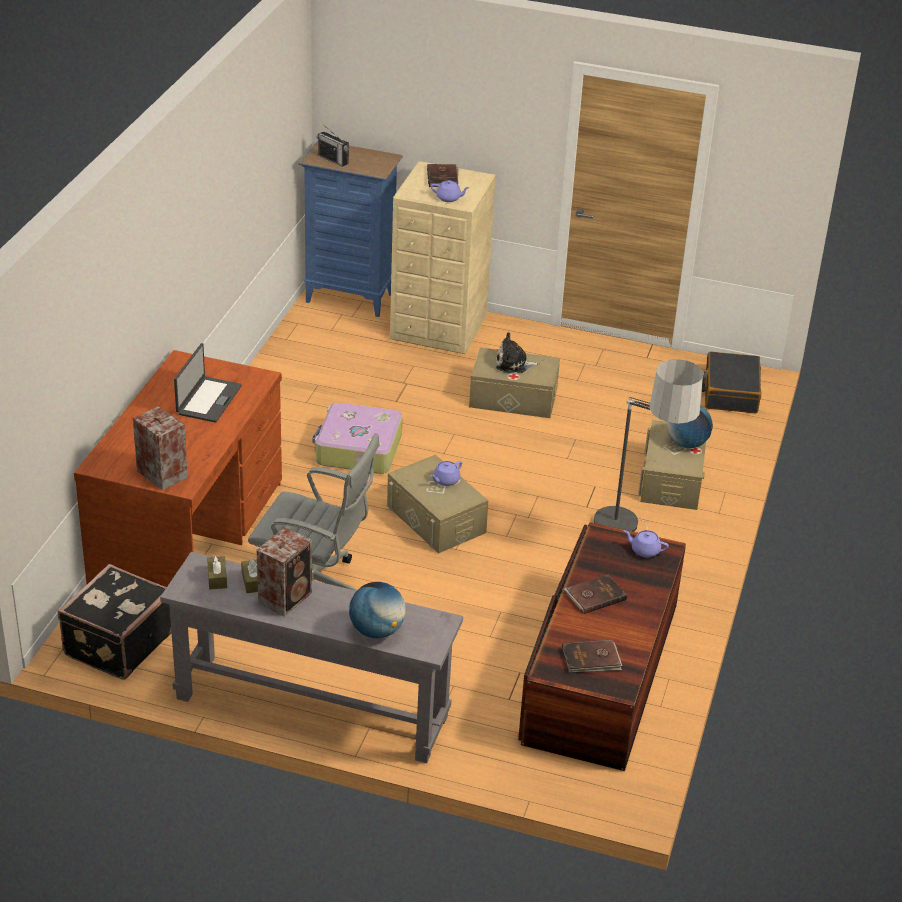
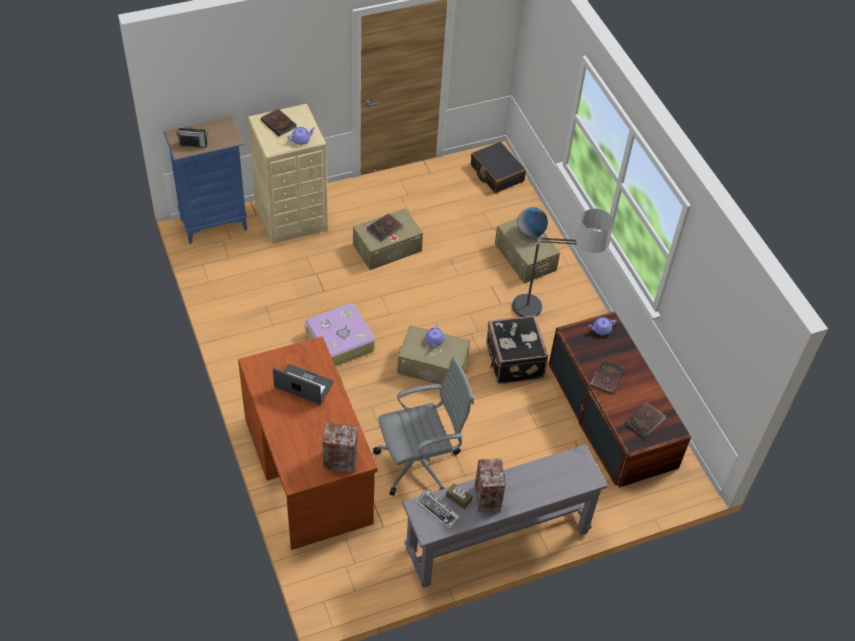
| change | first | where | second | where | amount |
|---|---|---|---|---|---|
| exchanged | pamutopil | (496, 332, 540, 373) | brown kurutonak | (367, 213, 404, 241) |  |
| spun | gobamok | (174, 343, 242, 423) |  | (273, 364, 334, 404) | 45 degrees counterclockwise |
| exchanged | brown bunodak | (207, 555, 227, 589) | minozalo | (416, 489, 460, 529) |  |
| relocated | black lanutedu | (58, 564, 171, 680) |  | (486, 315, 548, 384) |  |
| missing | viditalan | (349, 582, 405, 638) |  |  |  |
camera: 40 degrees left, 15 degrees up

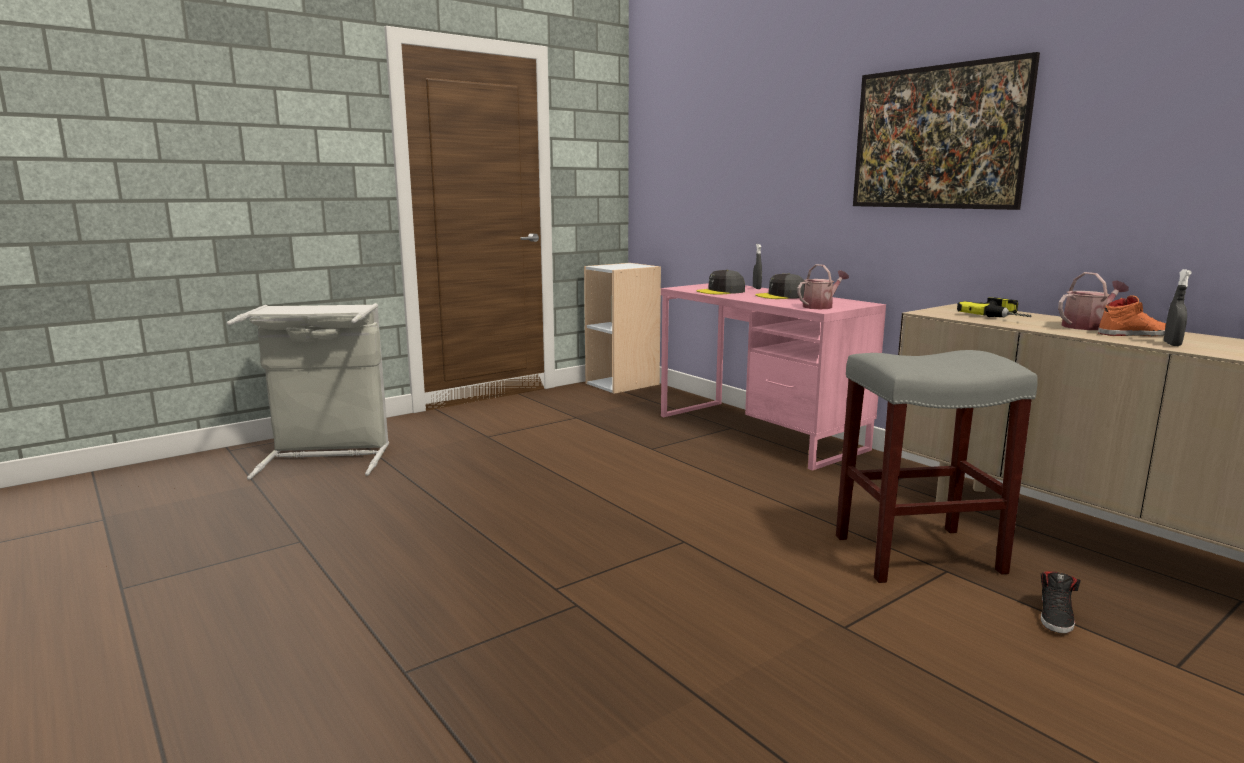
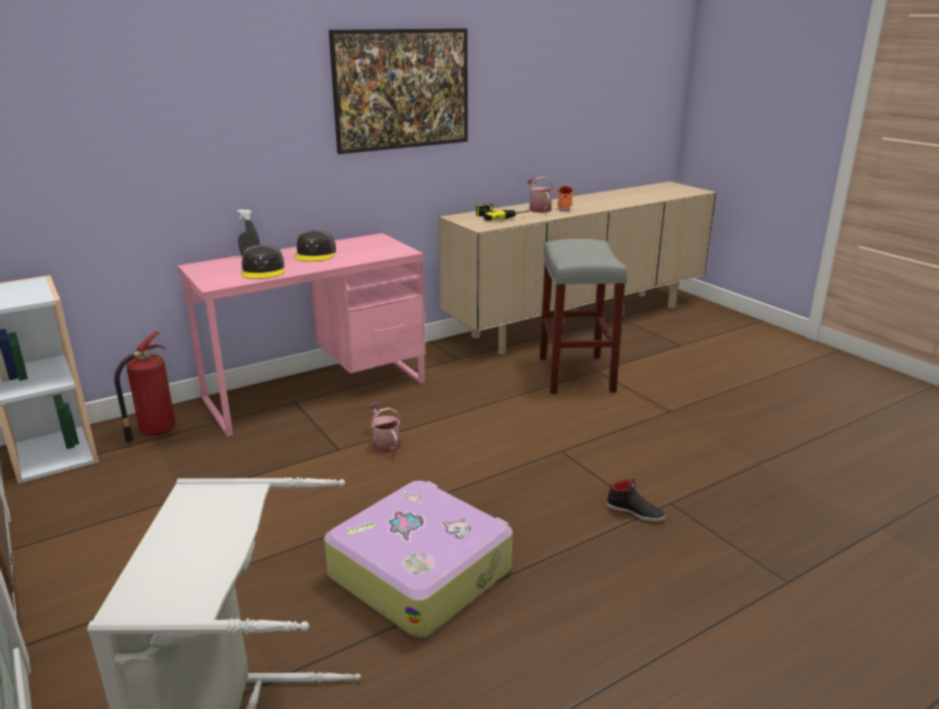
| change | first | where | second | where | amount |
|---|---|---|---|---|---|
| relocated | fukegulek | (797, 264, 849, 309) |  | (367, 402, 401, 453) |  |
| missing | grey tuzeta | (1164, 269, 1192, 346) |  |  |  |
| relocated | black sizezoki | (1041, 571, 1081, 634) |  | (607, 479, 665, 522) |  |
| appeared |  |  | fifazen | (114, 331, 175, 443) |  |
| appeared |  |  | lanutedu | (324, 481, 513, 638) |  |
camera: 85 degrees left, 10 degrees up

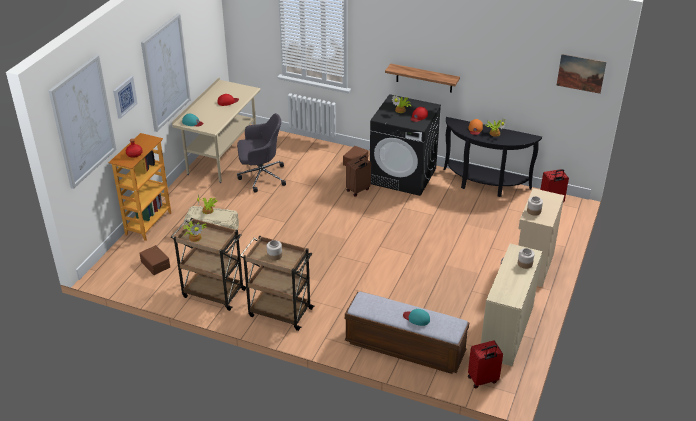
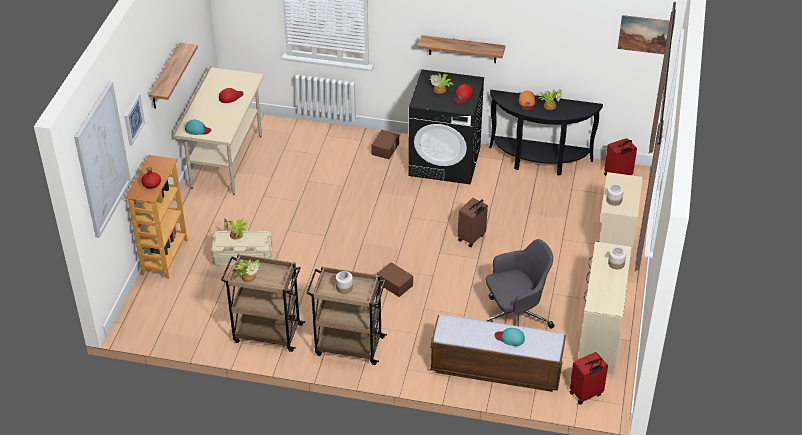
| change | first | where | second | where | amount |
|---|---|---|---|---|---|
| exchanged | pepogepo | (141, 13, 191, 132) | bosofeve | (148, 43, 198, 109) |  |
| relocated | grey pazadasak | (237, 113, 286, 193) |  | (486, 239, 555, 329) |  |
| relocated | brown lanutedu | (346, 155, 371, 197) |  | (458, 198, 488, 247) |  |
| relocated | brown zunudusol | (140, 245, 170, 275) |  | (377, 262, 413, 297) |  |
camera: 10 degrees left, 5 degrees up

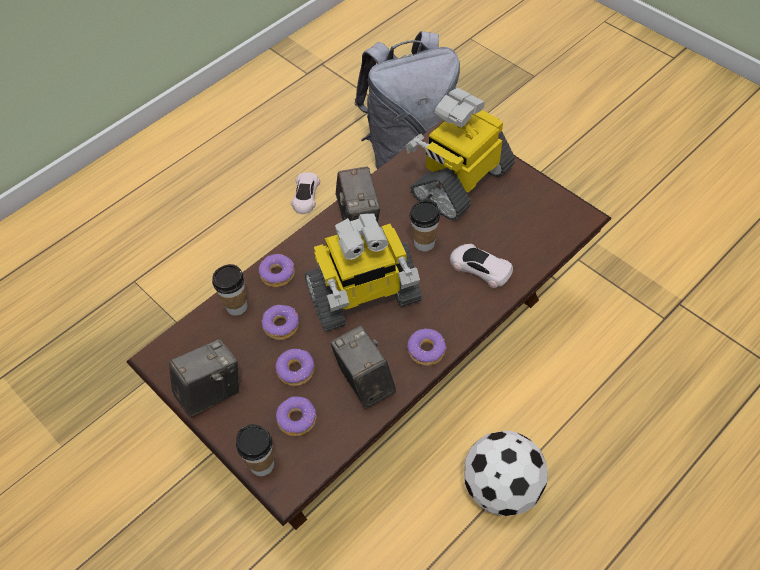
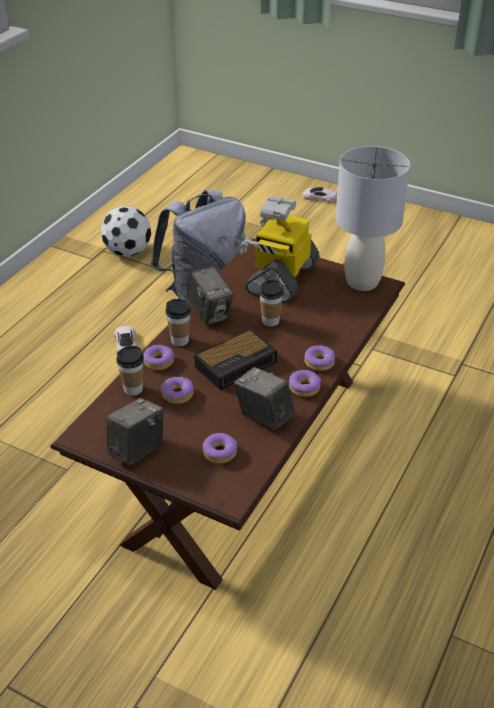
| change | first | where | second | where | amount |
|---|---|---|---|---|---|
| exchanged | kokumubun | (304, 213, 422, 331) | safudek | (194, 329, 277, 390) |  |
| relocated | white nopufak | (450, 244, 513, 288) |  | (302, 187, 337, 203) |  |
| relocated | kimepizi | (275, 349, 315, 386) |  | (304, 345, 335, 371) |  |
| relocated | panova | (236, 424, 274, 476) |  | (165, 299, 191, 346) |  |
| relocated | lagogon | (464, 431, 548, 516) |  | (100, 206, 151, 257) |  |
| appeared |  |  | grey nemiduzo | (336, 146, 410, 291) |  |
camera: 20 degrees left, 15 degrees down

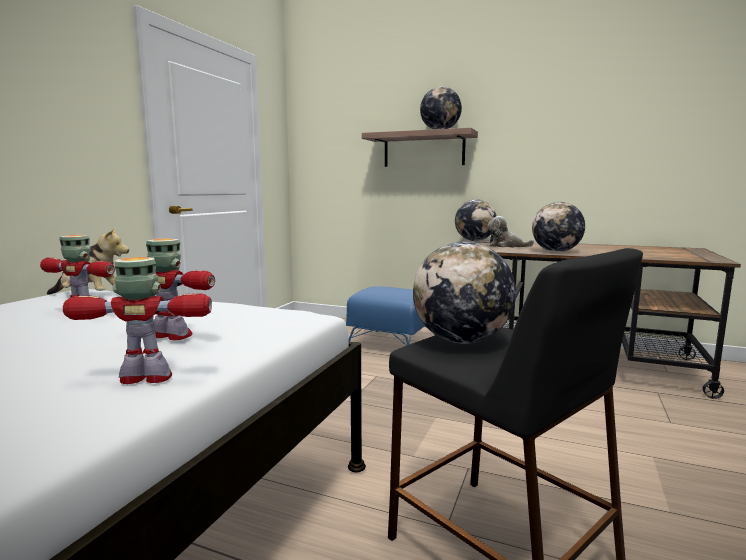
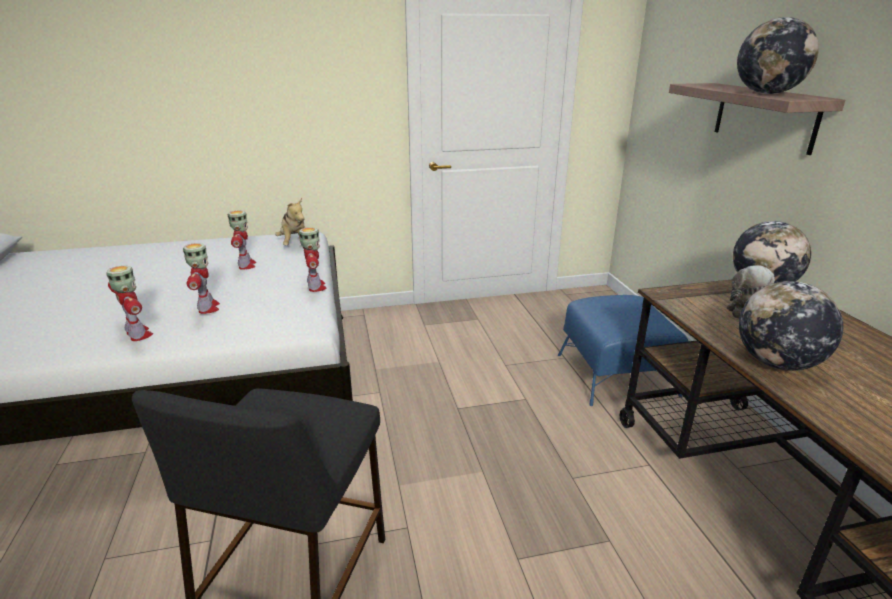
| change | first | where | second | where | amount |
|---|---|---|---|---|---|
| missing | viditalan | (413, 242, 516, 344) |  |  |  |
| appeared |  |  | kokumubun | (299, 227, 327, 292) |  |
camera: 55 degrees right, 15 degrees up

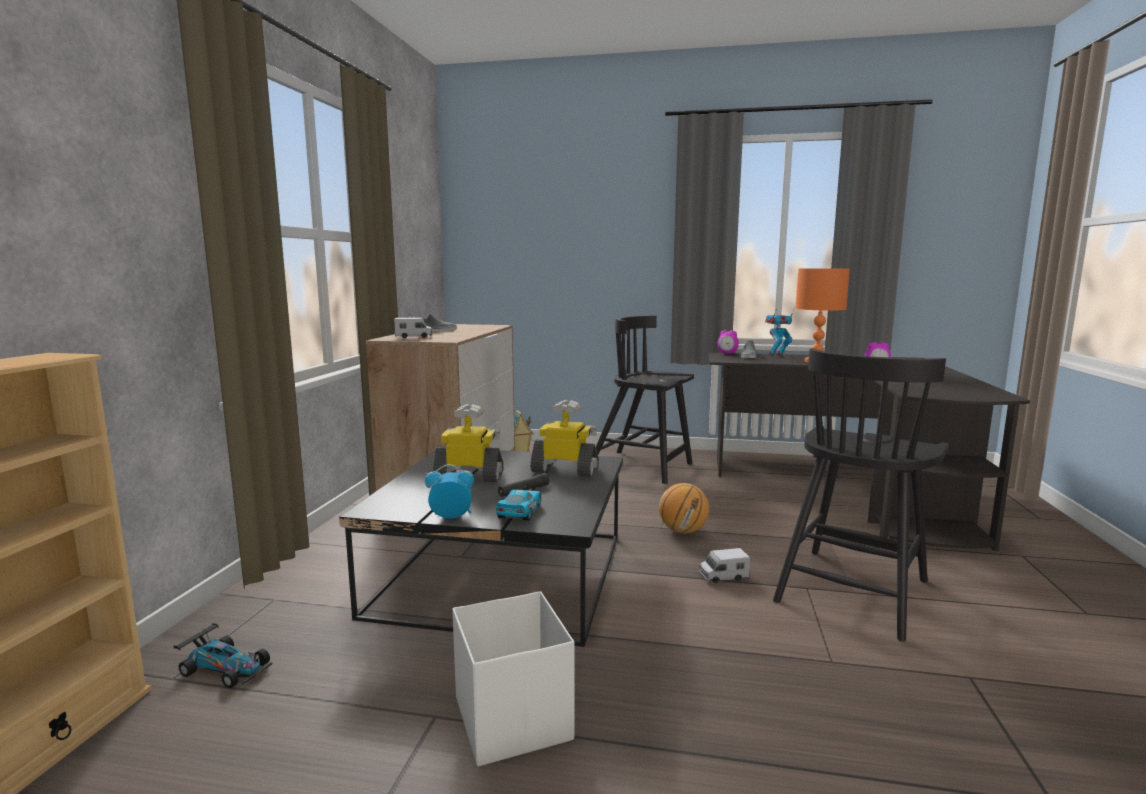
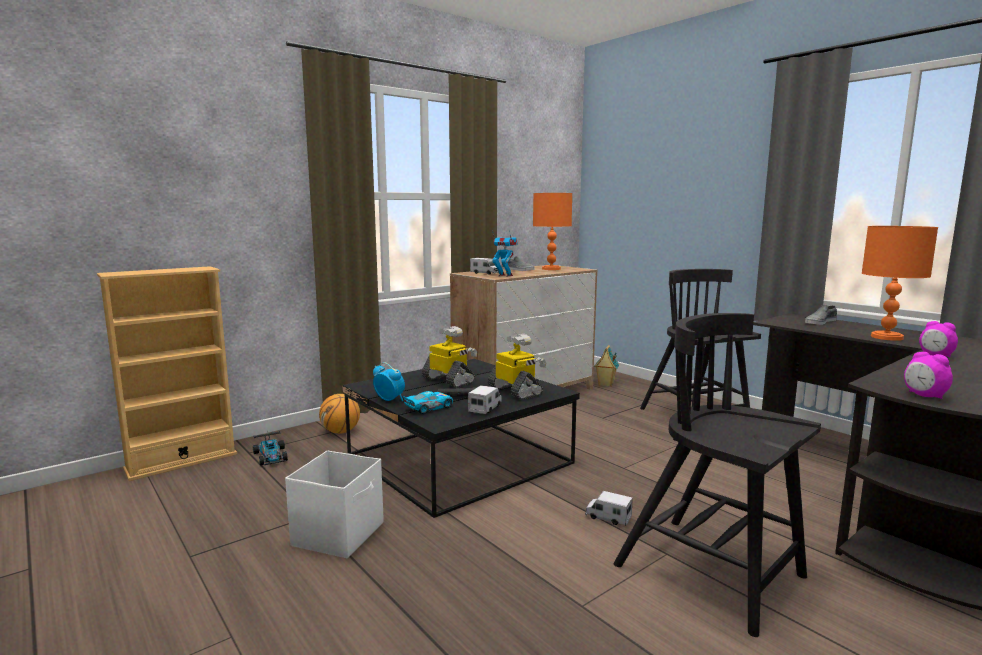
| change | first | where | second | where | amount |
|---|---|---|---|---|---|
| relocated | kokumubun | (765, 308, 794, 356) |  | (492, 230, 518, 277) |  |
| relocated | safudek | (718, 330, 739, 354) |  | (904, 352, 953, 399) |  |
| spun | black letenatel | (773, 348, 949, 642) |  | (614, 313, 821, 637) | 60 degrees clockwise |
| relocated | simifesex | (659, 483, 709, 533) |  | (319, 394, 360, 434) |  |
| appeared |  |  | orange nemiduzo | (533, 193, 572, 270) |  |
| appeared |  |  | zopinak | (468, 385, 502, 414) |  |
camera: 40 degrees right, 0 degrees up

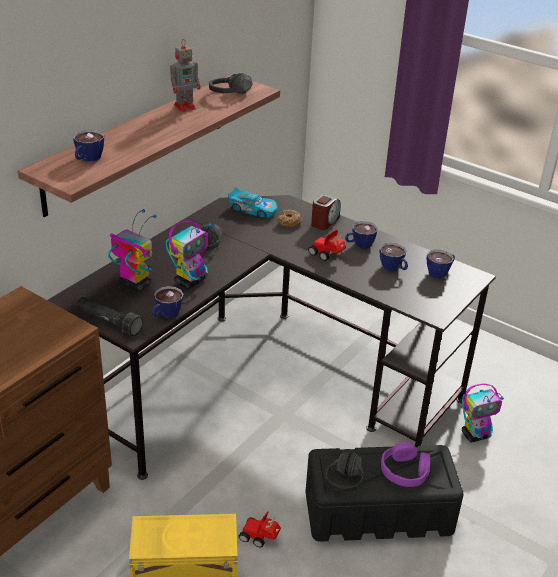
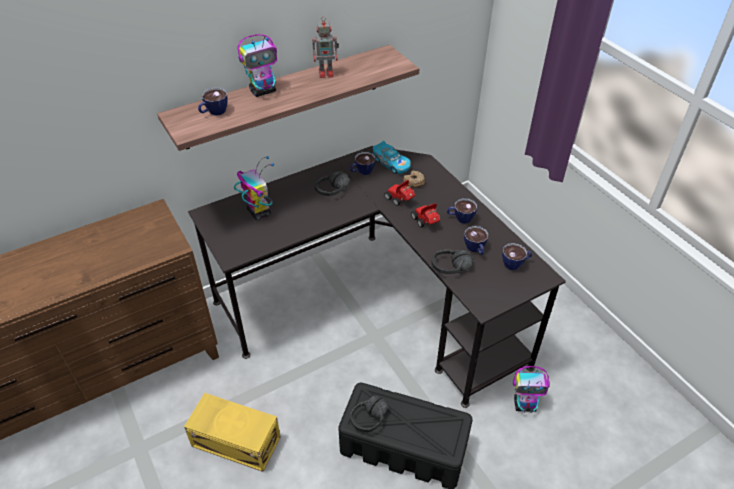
| change | first | where | second | where | amount |
|---|---|---|---|---|---|
| relocated | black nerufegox | (209, 73, 252, 94) |  | (431, 250, 473, 274) |  |
| missing | safudek | (311, 194, 341, 230) |  |  |  |
| relocated | kokumubun | (166, 221, 211, 289) |  | (238, 34, 277, 97) |  |
| relocated | panova | (152, 286, 183, 318) |  | (350, 152, 375, 175) |  |
| missing | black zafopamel | (77, 297, 143, 336) |  |  |  |
| missing | purple nerufegox | (381, 442, 430, 487) |  |  |  |
| relocated | nopufak | (238, 511, 281, 548) |  | (384, 180, 415, 206) |  |
camera: 25 degrees right, 10 degrees up

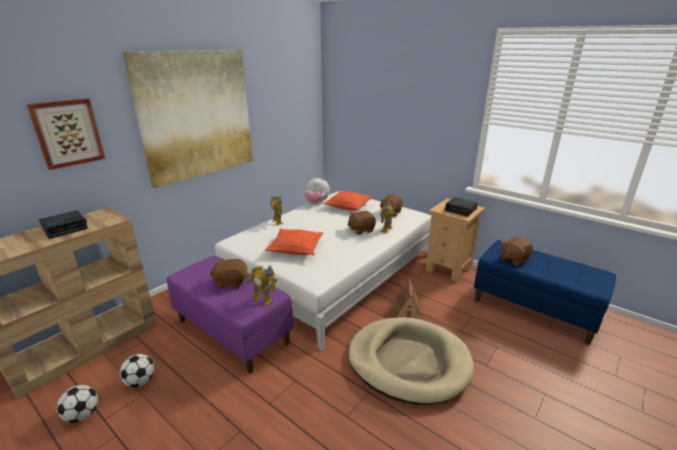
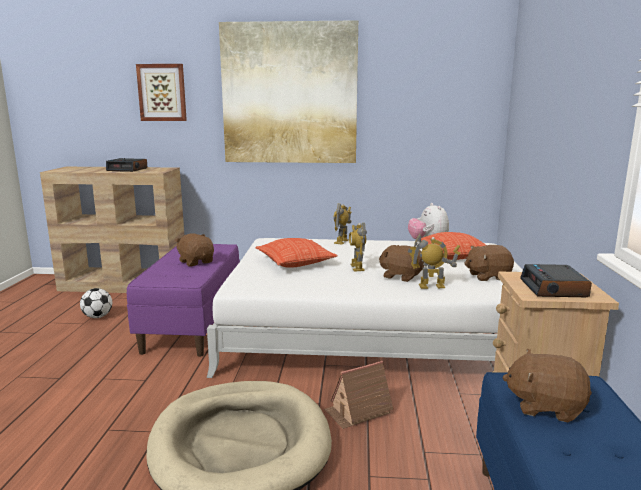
| change | first | where | second | where | amount |
|---|---|---|---|---|---|
| relocated | kokumubun | (243, 265, 277, 305) |  | (349, 223, 367, 272) |  |
| missing | lagogon | (57, 385, 98, 423) |  |  |  |
camera: 55 degrees right, 10 degrees down

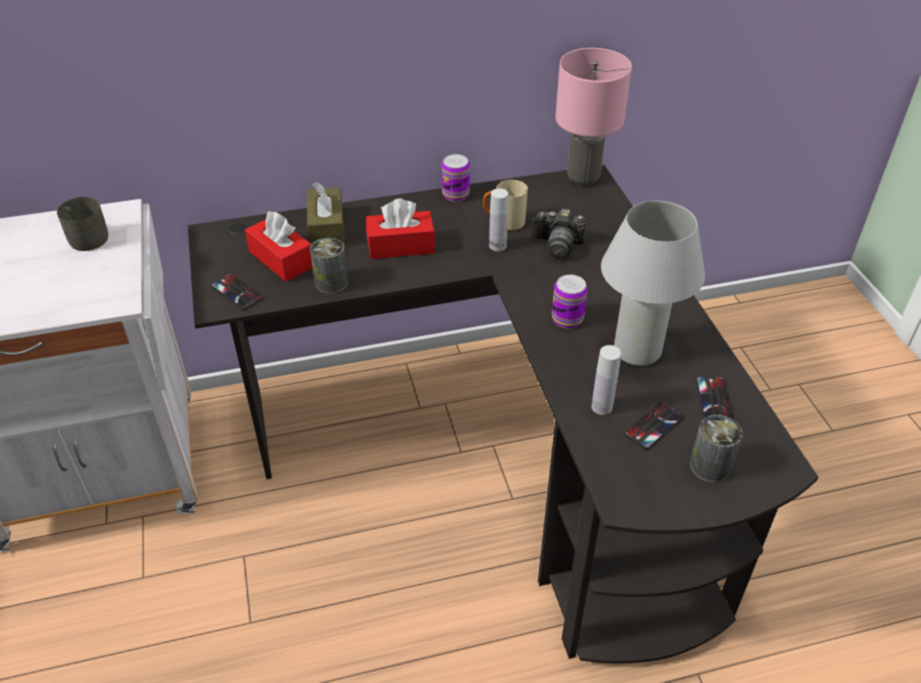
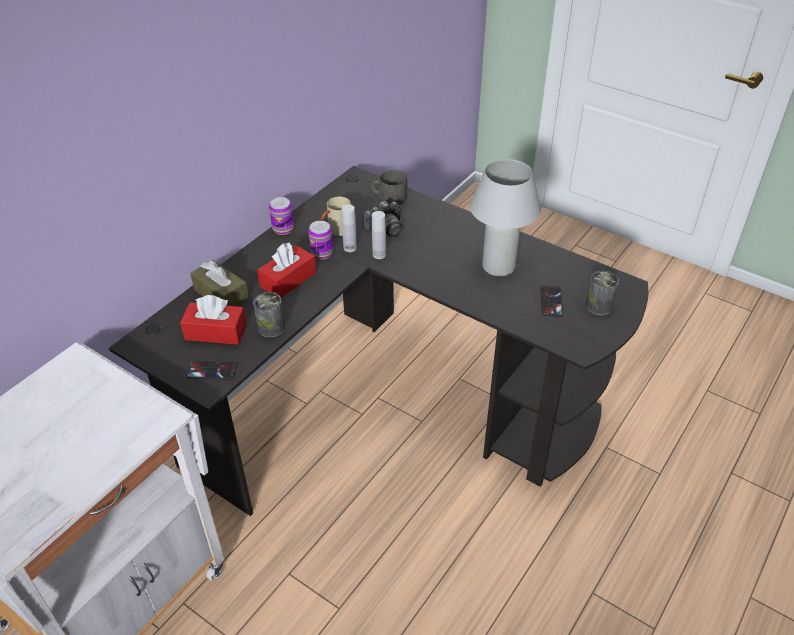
| change | first | where | second | where | amount |
|---|---|---|---|---|---|
| missing | pink nemiduzo | (555, 48, 632, 185) |  |  |  |
| relocated | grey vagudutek | (57, 197, 108, 251) |  | (372, 170, 407, 205) |  |
| relocated | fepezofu | (552, 275, 588, 329) |  | (308, 221, 333, 259) |  |
| relocated | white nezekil | (591, 345, 621, 415) |  | (372, 211, 386, 259) |  |
| missing | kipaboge | (695, 376, 735, 421) |  |  |  |
camera: 40 degrees left, 0 degrees up

